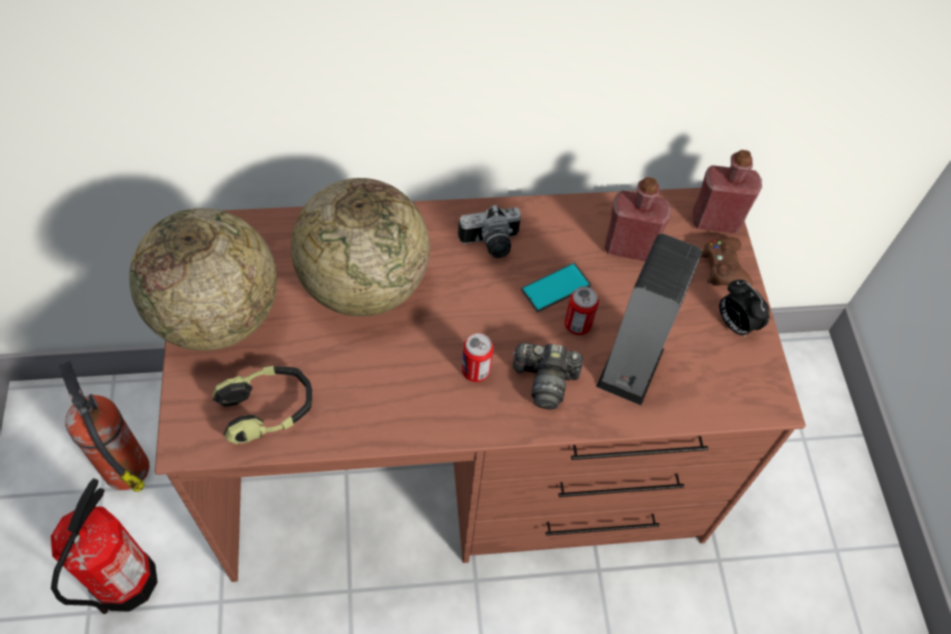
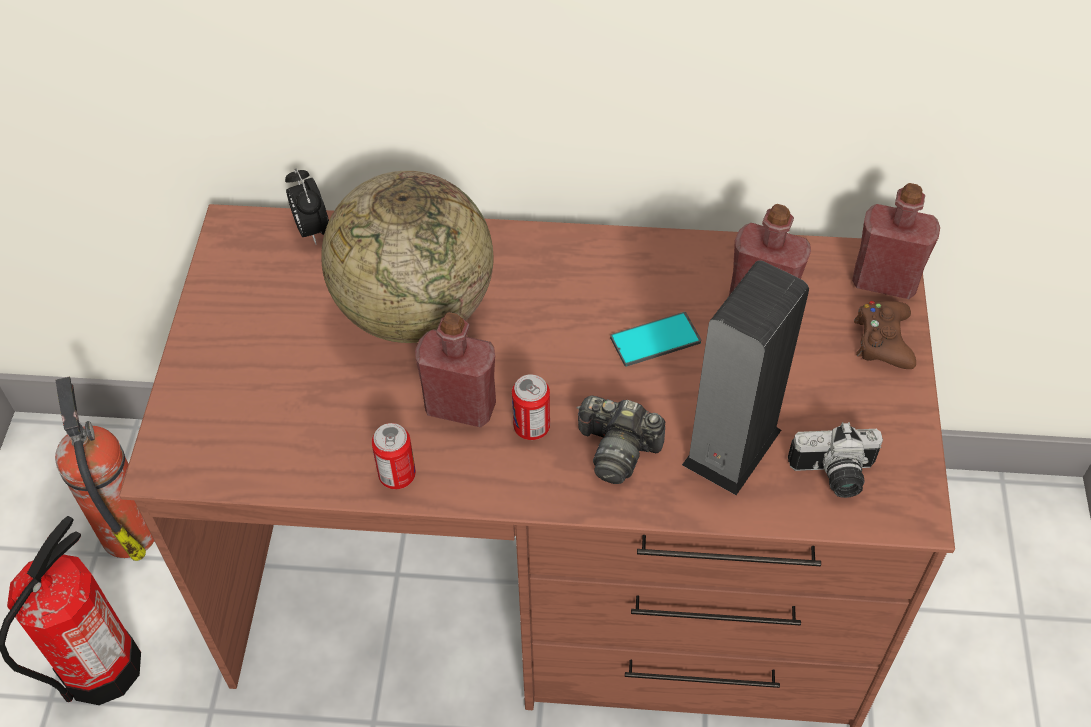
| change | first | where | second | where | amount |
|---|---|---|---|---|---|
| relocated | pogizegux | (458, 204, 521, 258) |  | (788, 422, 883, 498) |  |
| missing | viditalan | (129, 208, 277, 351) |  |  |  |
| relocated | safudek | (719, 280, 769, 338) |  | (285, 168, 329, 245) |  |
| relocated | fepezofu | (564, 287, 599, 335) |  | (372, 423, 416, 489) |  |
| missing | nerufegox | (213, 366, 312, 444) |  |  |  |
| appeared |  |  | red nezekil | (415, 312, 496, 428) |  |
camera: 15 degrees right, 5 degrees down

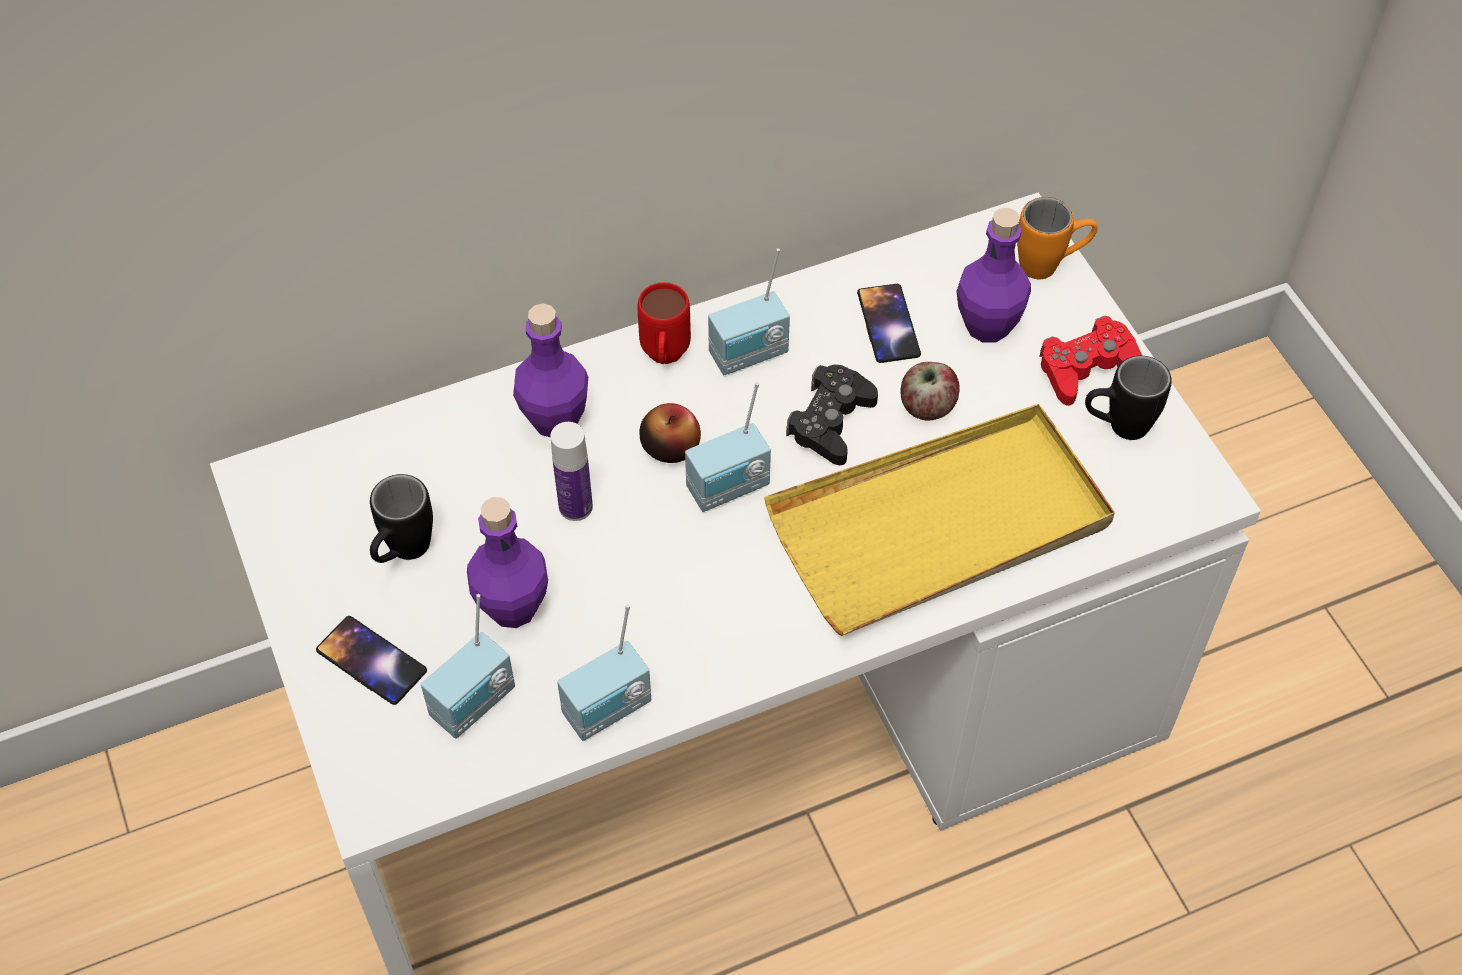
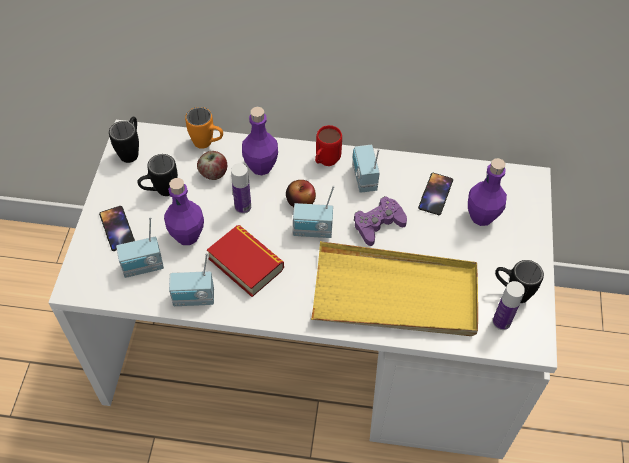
| change | first | where | second | where | amount |
|---|---|---|---|---|---|
| relocated | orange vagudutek | (1017, 197, 1098, 279) |  | (185, 107, 223, 149) |  |
| spun | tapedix | (708, 248, 790, 375) |  | (353, 145, 380, 193) | 75 degrees clockwise |
| missing | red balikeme | (1039, 316, 1143, 406) |  |  |  |
| relocated | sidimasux | (900, 362, 960, 421) |  | (197, 151, 227, 180) |  |
| colour | black balikeme | (786, 365, 878, 465) | purple balikeme | (354, 196, 407, 246) |  |
| appeared |  |  | black vagudutek | (109, 117, 139, 163) |  |
| appeared |  |  | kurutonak | (207, 225, 284, 297) |  |
| appeared |  |  | nezekil | (493, 281, 525, 330) |  |
camera: 30 degrees right, 0 degrees up

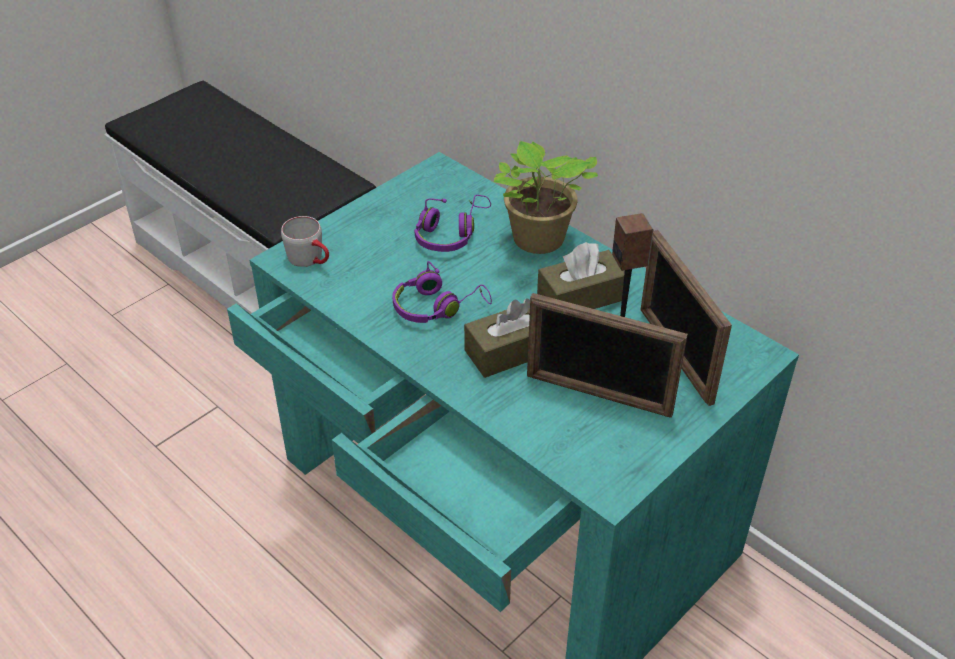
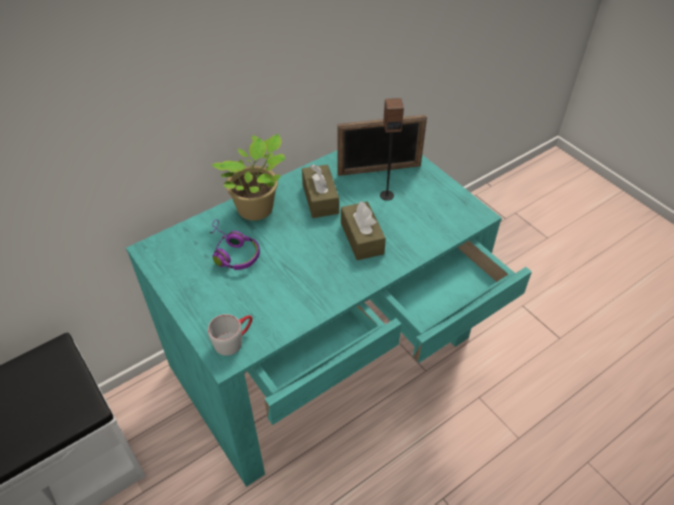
| change | first | where | second | where | amount |
|---|---|---|---|---|---|
| missing | purple nerufegox | (392, 261, 492, 323) |  |  |  |
| missing | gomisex | (527, 293, 688, 418) |  |  |  |
camera: 80 degrees left, 5 degrees up

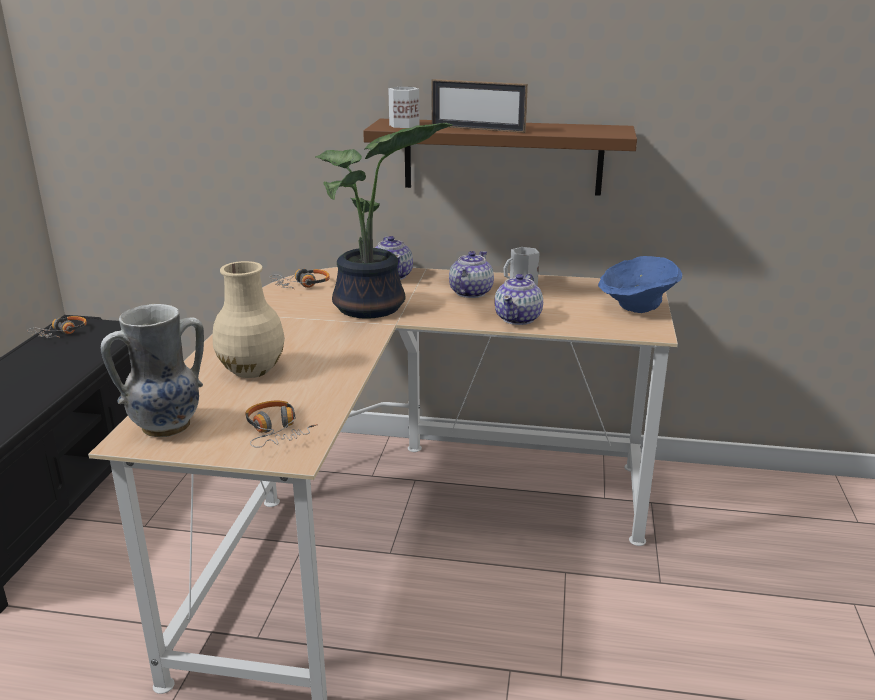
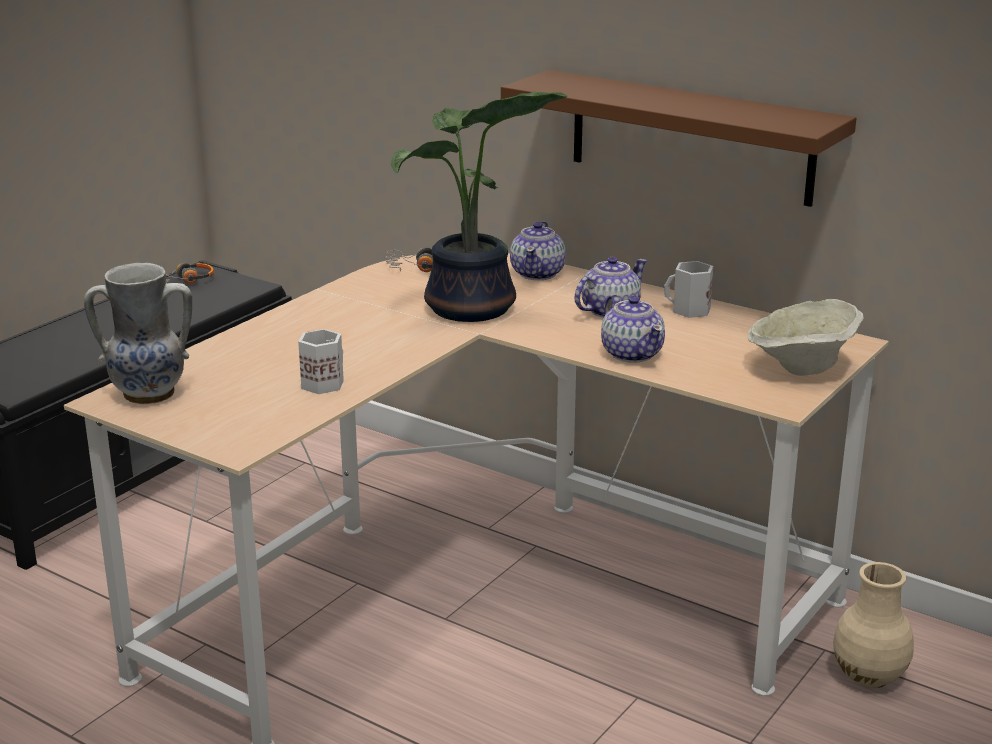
| change | first | where | second | where | amount |
|---|---|---|---|---|---|
| missing | gomisex | (432, 79, 528, 133) |  |  |  |
| relocated | white vagudutek | (388, 87, 419, 128) |  | (298, 329, 344, 394) |  |
| colour | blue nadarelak | (598, 256, 682, 313) | beige nadarelak | (748, 299, 863, 376) |  |
| relocated | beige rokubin | (212, 261, 285, 378) |  | (833, 562, 914, 688) |  |
| spun | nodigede | (494, 274, 543, 325) |  | (601, 295, 665, 363) | 75 degrees counterclockwise |
| missing | nerufegox | (245, 401, 318, 448) |  |  |  |
camera: 25 degrees right, 0 degrees up

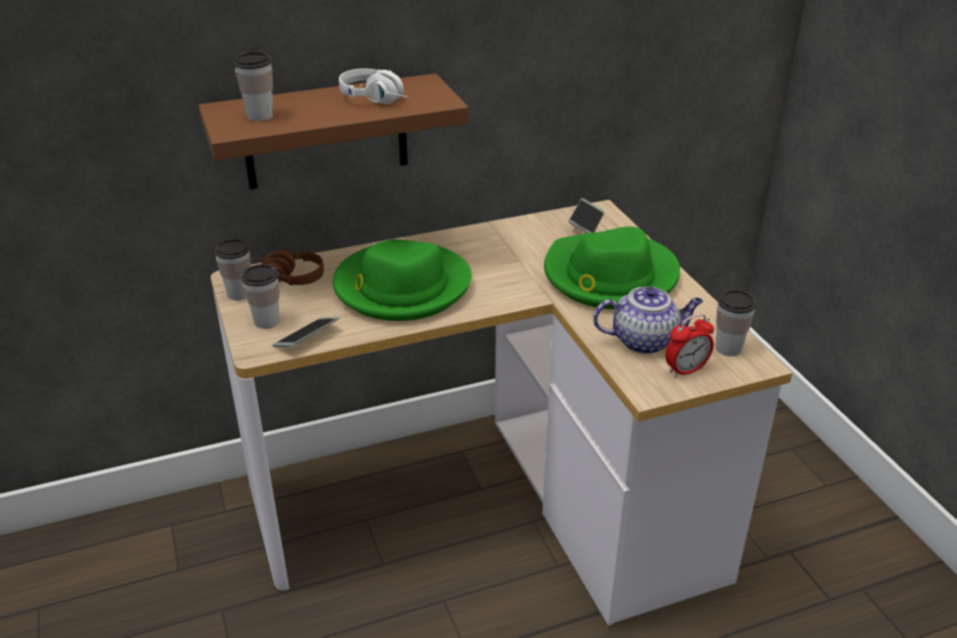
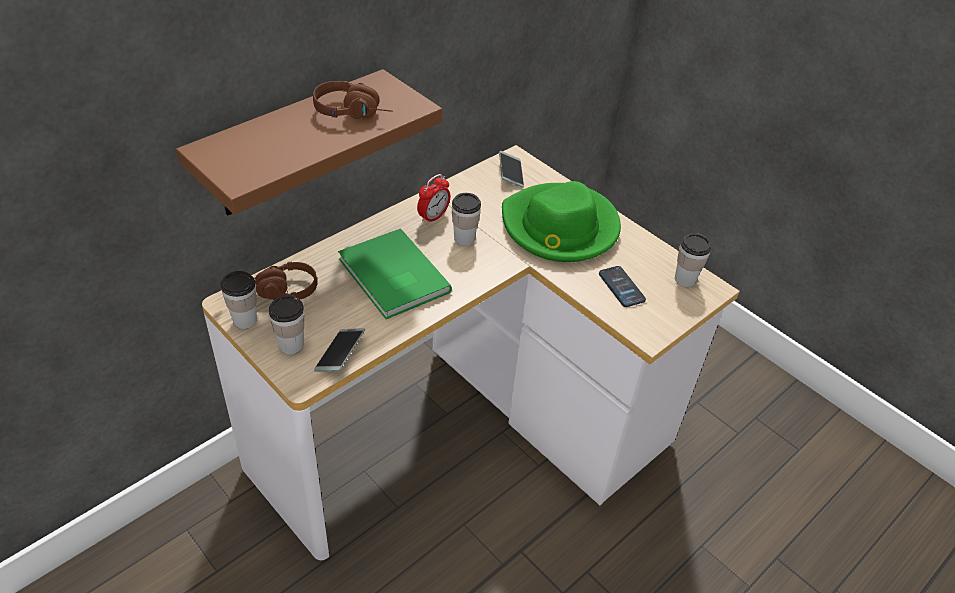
| change | first | where | second | where | amount |
|---|---|---|---|---|---|
| relocated | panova | (234, 52, 273, 121) |  | (452, 193, 481, 246) |  |
| colour | white nerufegox | (339, 68, 408, 105) | brown nerufegox | (313, 81, 392, 119) |  |
| exchanged | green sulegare | (333, 239, 472, 321) | green kurutonak | (338, 228, 452, 319) |  |
| exchanged | nodigede | (593, 286, 703, 354) | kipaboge | (599, 266, 646, 307) |  |
| relocated | safudek | (665, 314, 714, 378) |  | (417, 174, 450, 225) |  |
camera: 25 degrees left, 10 degrees up

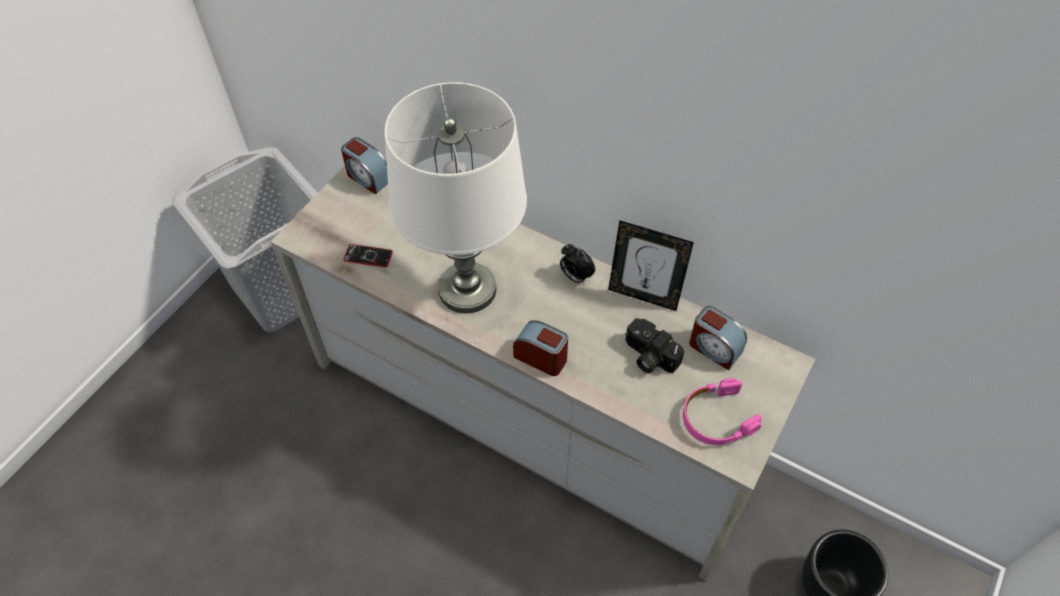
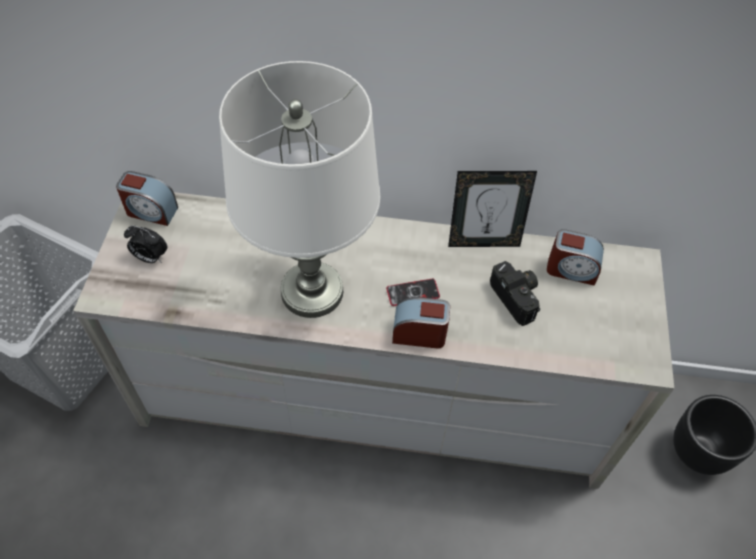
| change | first | where | second | where | amount |
|---|---|---|---|---|---|
| relocated | kipaboge | (343, 244, 393, 268) |  | (386, 279, 440, 306) |  |
| relocated | safudek | (560, 244, 595, 285) |  | (124, 225, 167, 263) |  |
| spun | pogizegux | (625, 318, 684, 373) |  | (490, 261, 540, 326) | 135 degrees counterclockwise |
| missing | pink nerufegox | (683, 378, 761, 445) |  |  |  |
camera: 25 degrees left, 0 degrees up

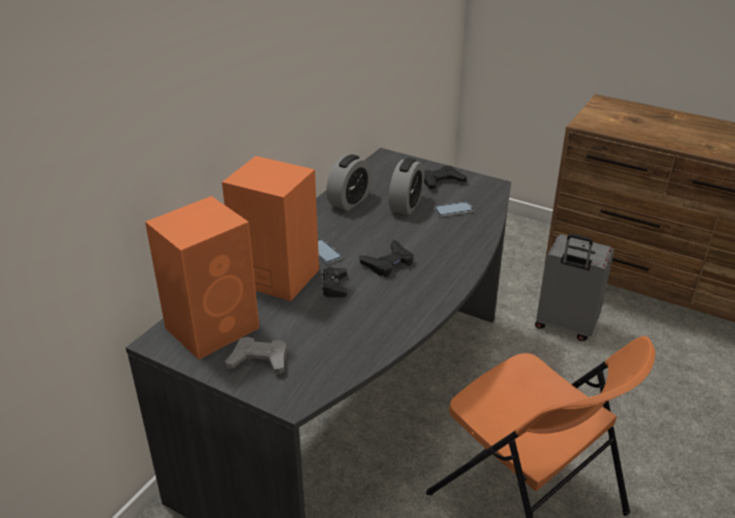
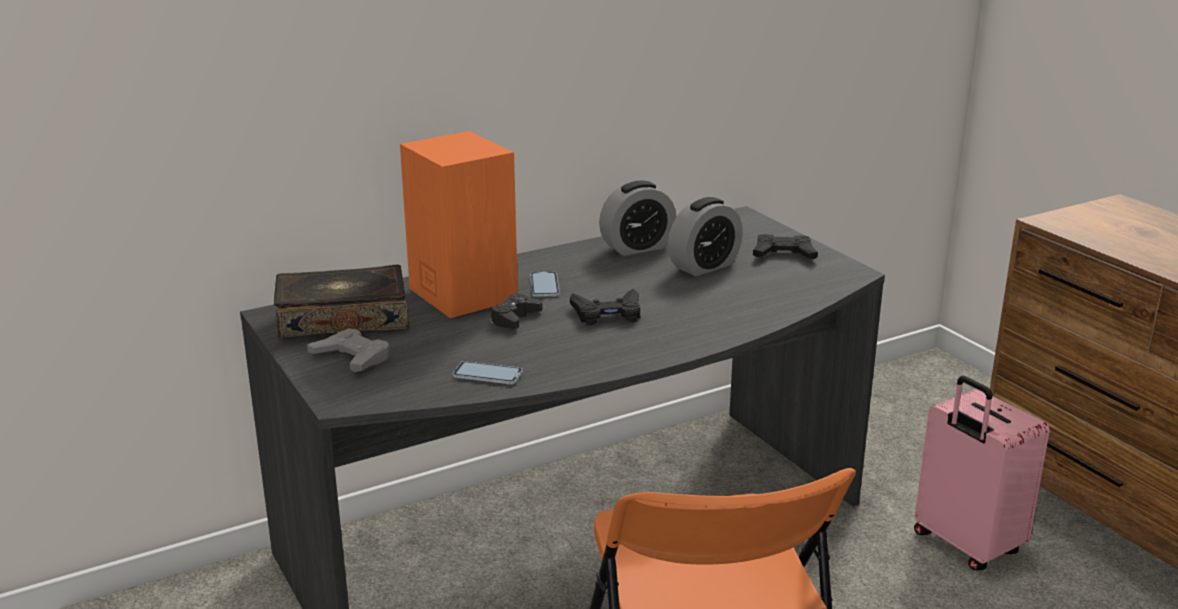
| change | first | where | second | where | amount |
|---|---|---|---|---|---|
| exchanged | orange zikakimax | (145, 196, 259, 360) | kurutonak | (274, 264, 409, 338) |  |
| relocated | kipaboge | (433, 202, 474, 217) |  | (453, 361, 523, 384) |  |
| colour | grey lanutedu | (535, 234, 614, 341) | pink lanutedu | (914, 376, 1050, 571) |  |
camera: 30 degrees right, 10 degrees down

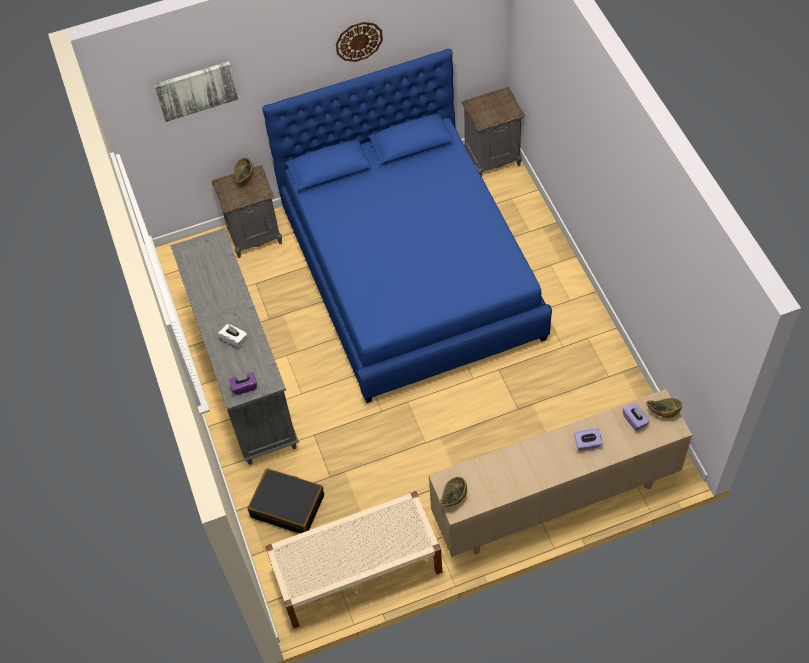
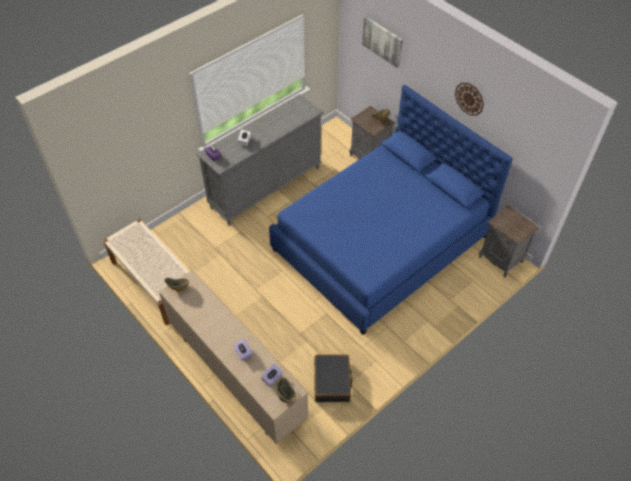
| change | first | where | second | where | amount |
|---|---|---|---|---|---|
| relocated | black lanutedu | (247, 468, 324, 534) |  | (314, 354, 353, 402) |  |
camera: 65 degrees right, 5 degrees down

